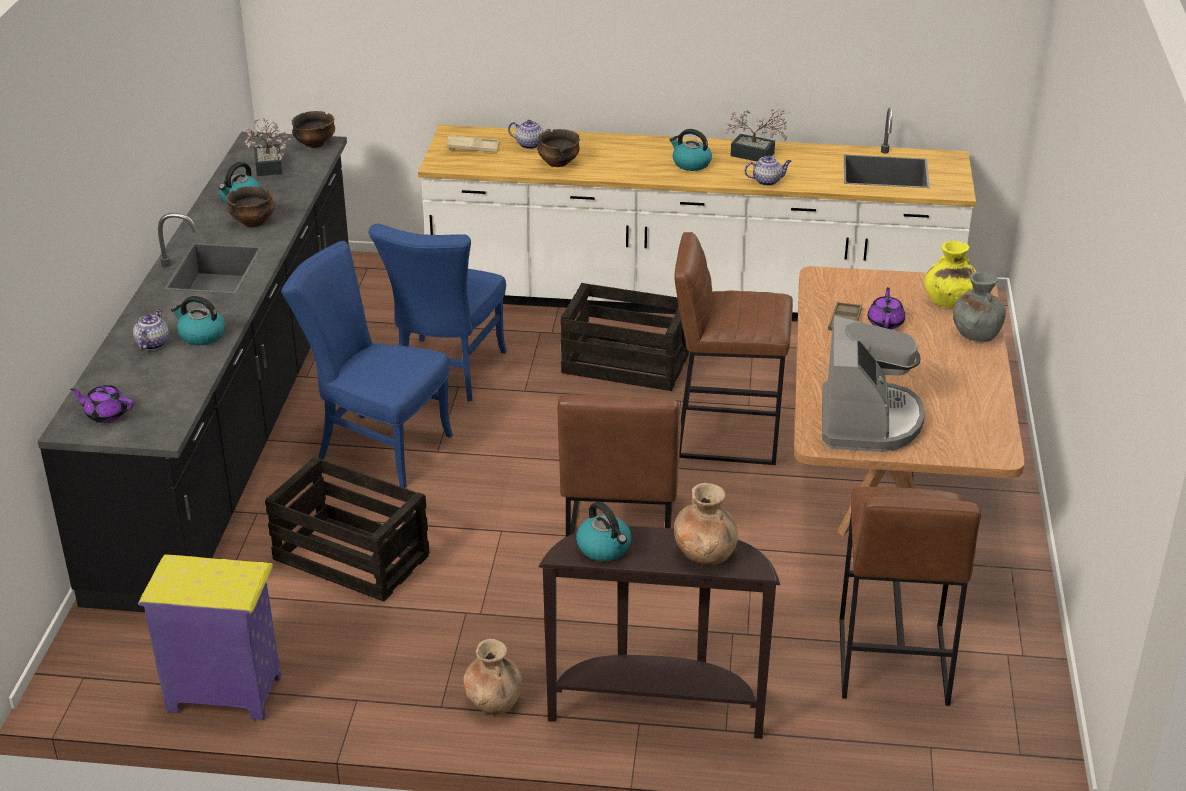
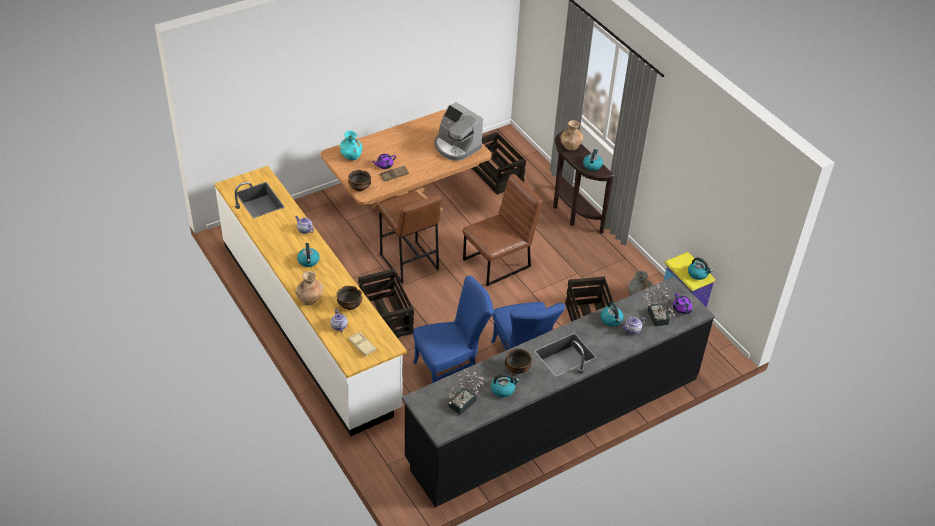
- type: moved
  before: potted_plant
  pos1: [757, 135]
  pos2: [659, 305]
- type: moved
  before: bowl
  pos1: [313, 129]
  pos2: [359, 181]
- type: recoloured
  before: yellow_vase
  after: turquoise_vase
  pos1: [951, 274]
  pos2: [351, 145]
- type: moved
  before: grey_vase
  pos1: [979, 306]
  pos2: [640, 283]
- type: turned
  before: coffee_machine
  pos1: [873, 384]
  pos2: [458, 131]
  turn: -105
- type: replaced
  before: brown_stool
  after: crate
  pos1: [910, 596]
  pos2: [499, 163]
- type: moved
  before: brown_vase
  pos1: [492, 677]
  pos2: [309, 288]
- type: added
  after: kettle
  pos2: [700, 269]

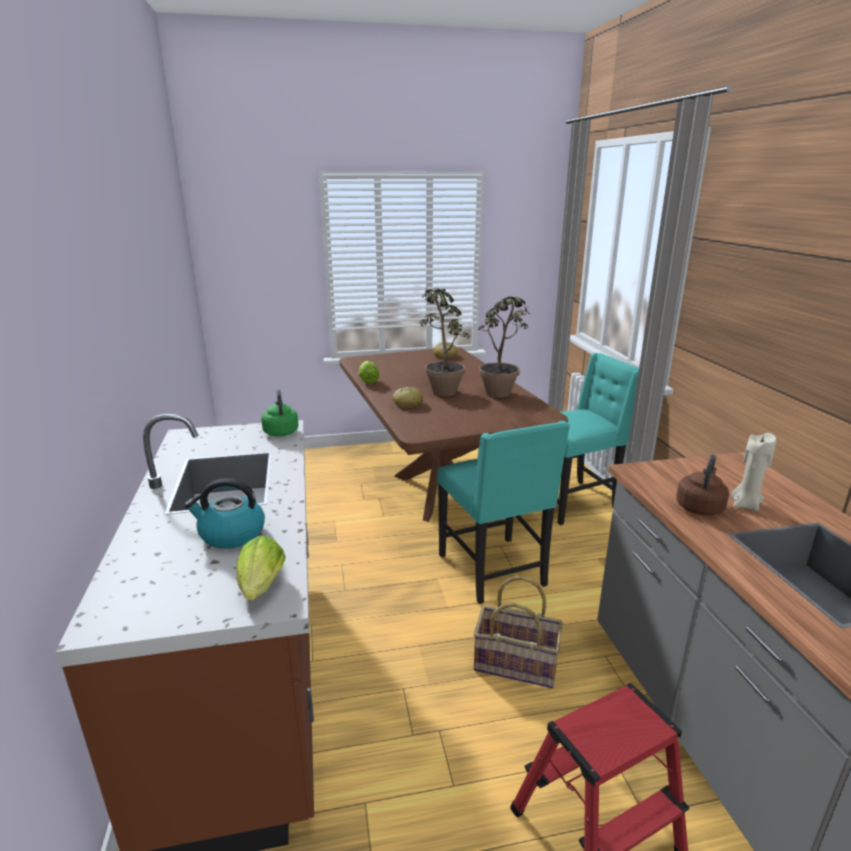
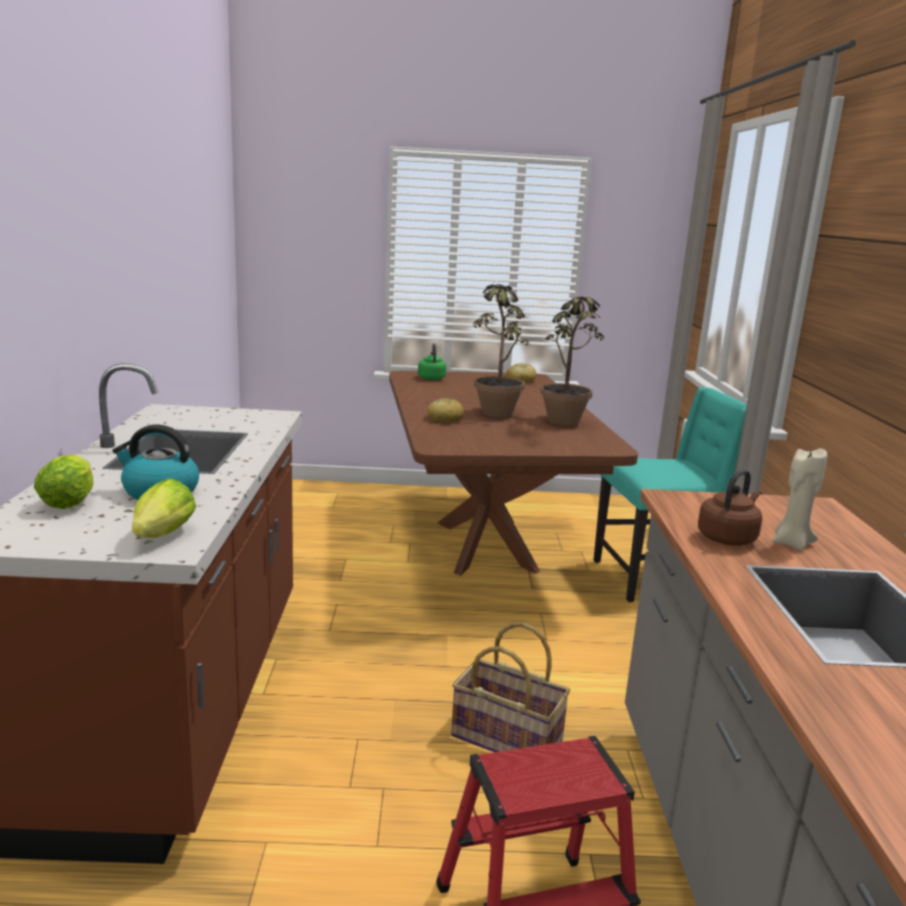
- type: moved
  before: lettuce
  pos1: [369, 372]
  pos2: [63, 482]
- type: moved
  before: green_kettle
  pos1: [280, 413]
  pos2: [432, 361]
- type: removed
  before: turquoise_chair
  pos1: [503, 512]

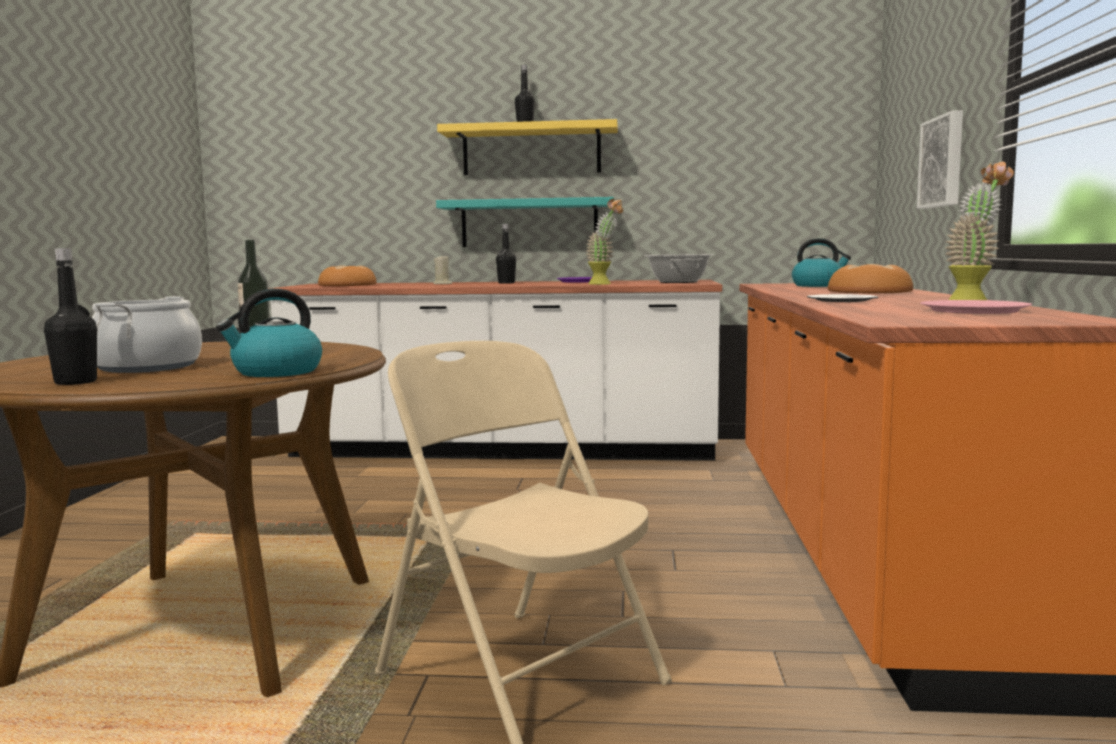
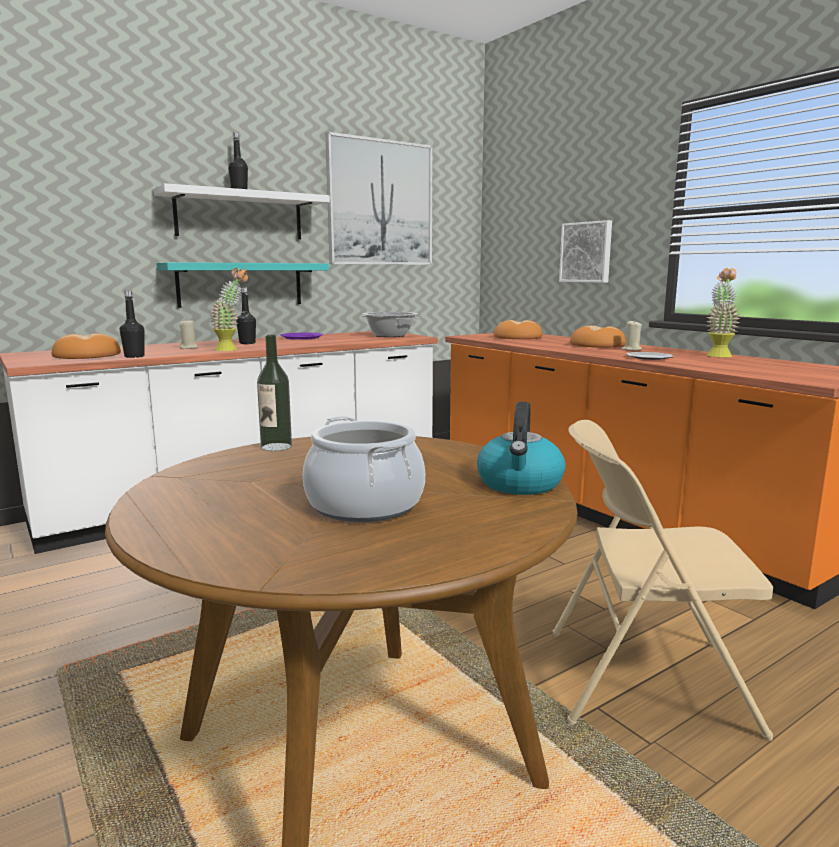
- type: recoloured
  before: yellow_shelf
  after: white_shelf
  pos1: [527, 147]
  pos2: [241, 211]
- type: moved
  before: potted_plant
  pos1: [604, 242]
  pos2: [229, 309]
- type: replaced
  before: kettle
  after: bread
  pos1: [821, 262]
  pos2: [517, 329]
- type: moved
  before: black_bottle
  pos1: [70, 316]
  pos2: [132, 324]
- type: removed
  before: pink_plate
  pos1: [976, 307]
- type: added
  after: picture
  pos2: [378, 198]
- type: added
  after: beige_candle
  pos2: [632, 336]

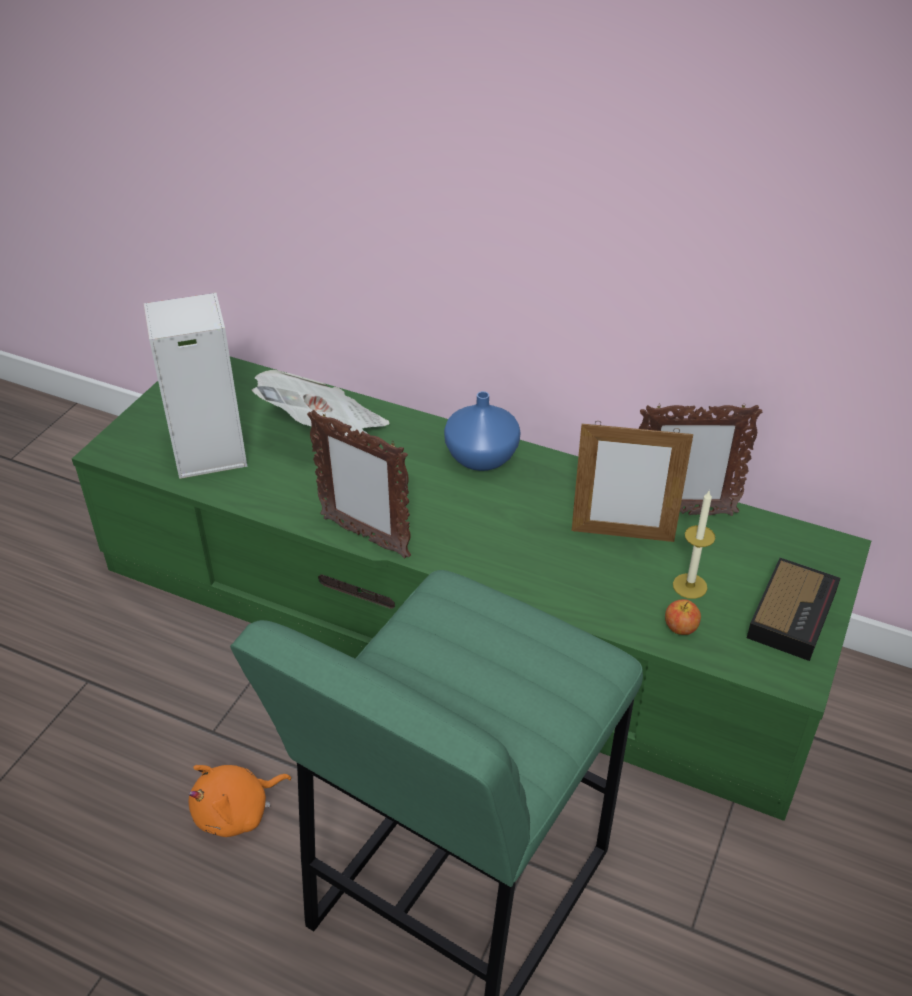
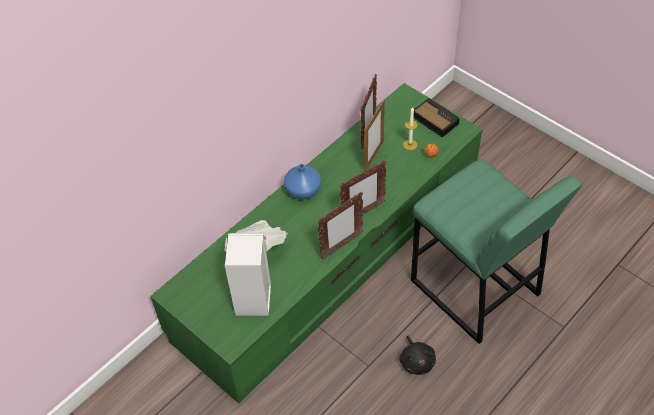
- type: recoloured
  before: orange_plush_toy
  after: black_plush_toy
  pos1: [240, 801]
  pos2: [417, 355]
- type: added
  after: picture_frame
  pos2: [362, 187]

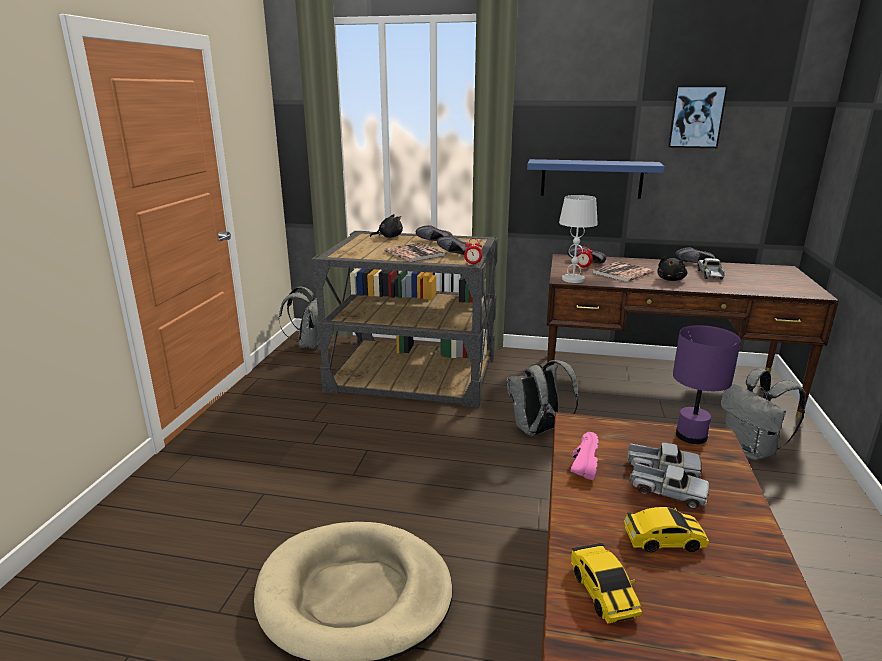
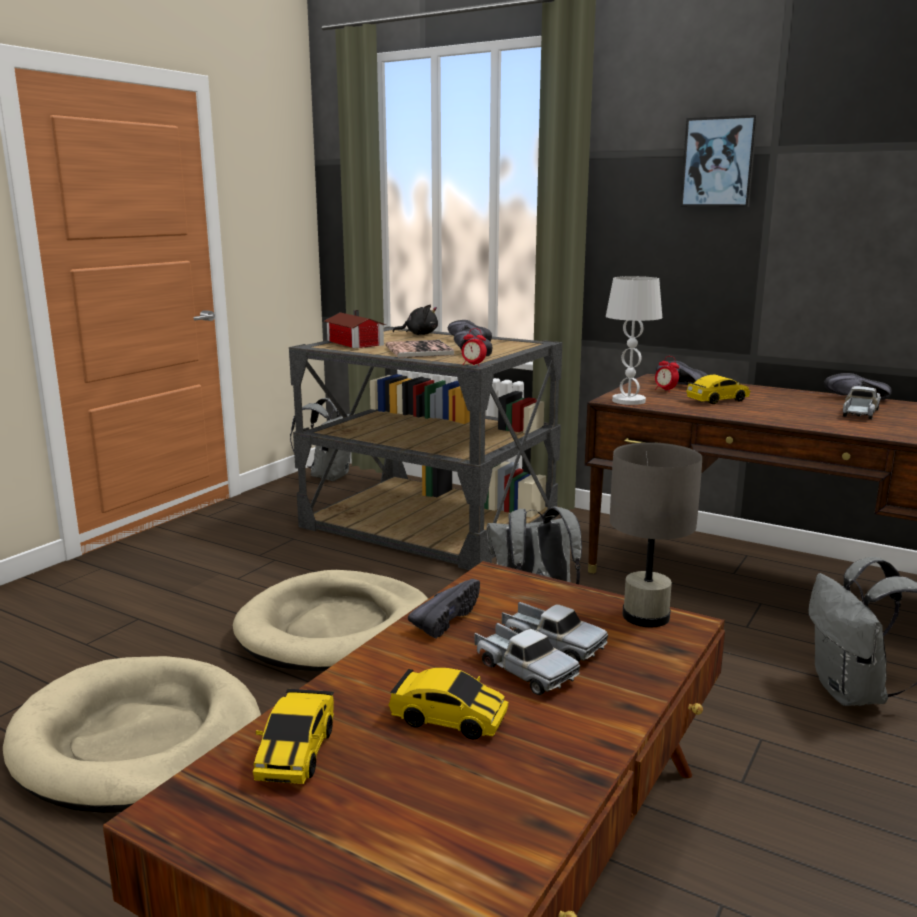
- type: moved
  before: picture
  pos1: [698, 116]
  pos2: [719, 161]
- type: removed
  before: blue_shelf
  pos1: [596, 179]
- type: removed
  before: black_plush_toy
  pos1: [672, 269]
- type: replaced
  before: book
  after: toy_car
  pos1: [623, 272]
  pos2: [718, 389]
- type: recoloured
  before: purple_table_lamp
  after: grey_table_lamp
  pos1: [707, 384]
  pos2: [656, 534]
- type: recoloured
  before: pink_shoe
  after: black_shoe
  pos1: [585, 456]
  pos2: [444, 608]
- type: added
  after: toy_house
  pos2: [355, 329]
- type: added
  after: beige_dog_bed
  pos2: [330, 620]

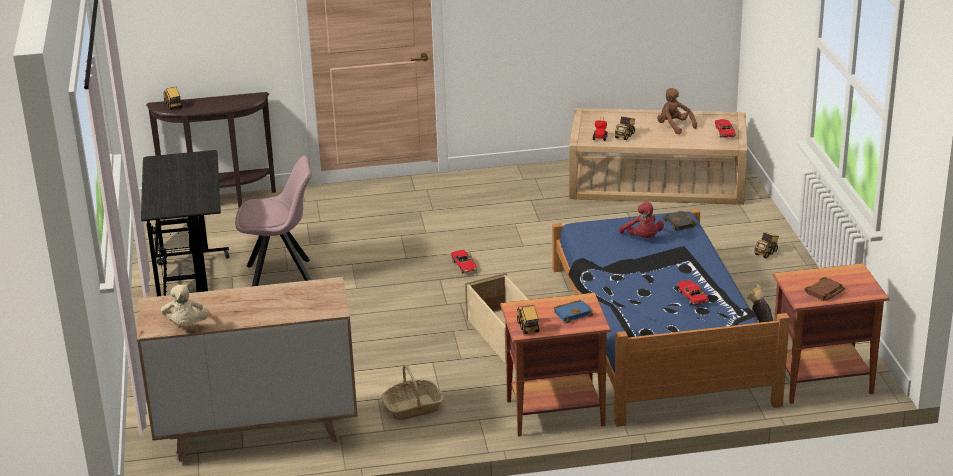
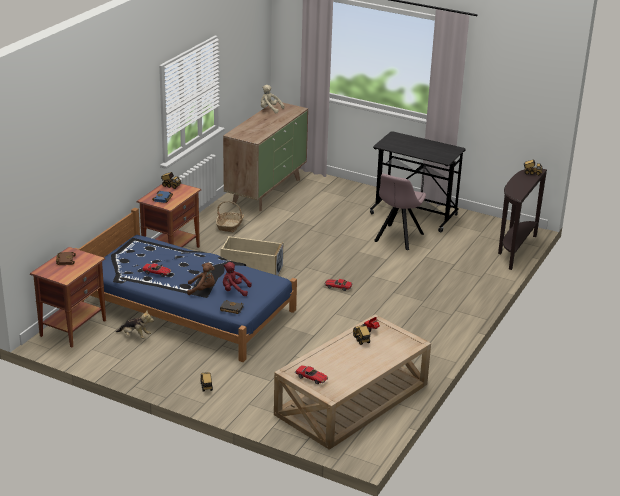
- type: moved
  before: brown_plush_toy
  pos1: [677, 111]
  pos2: [201, 279]

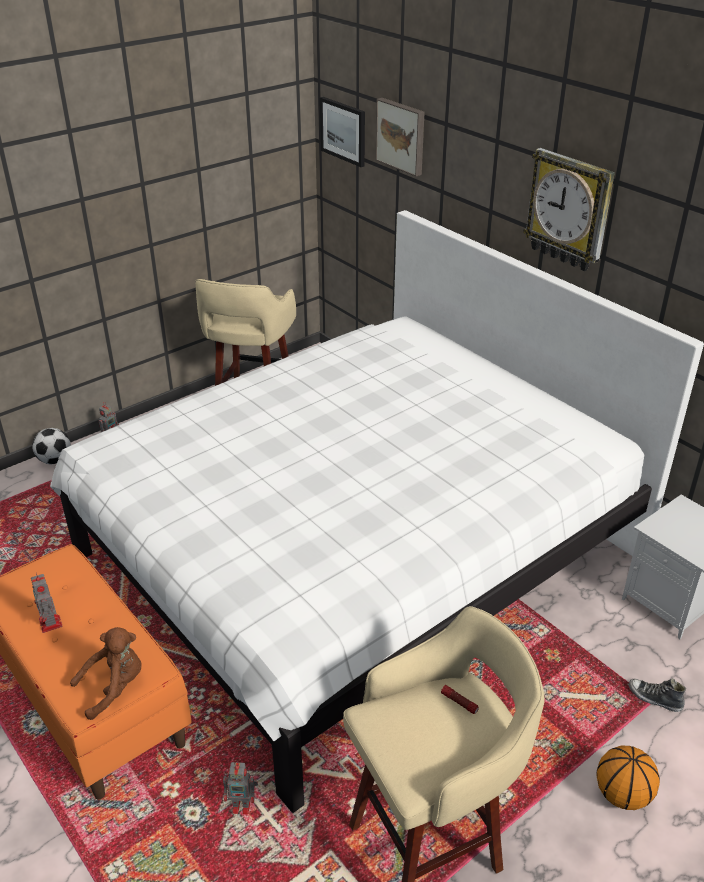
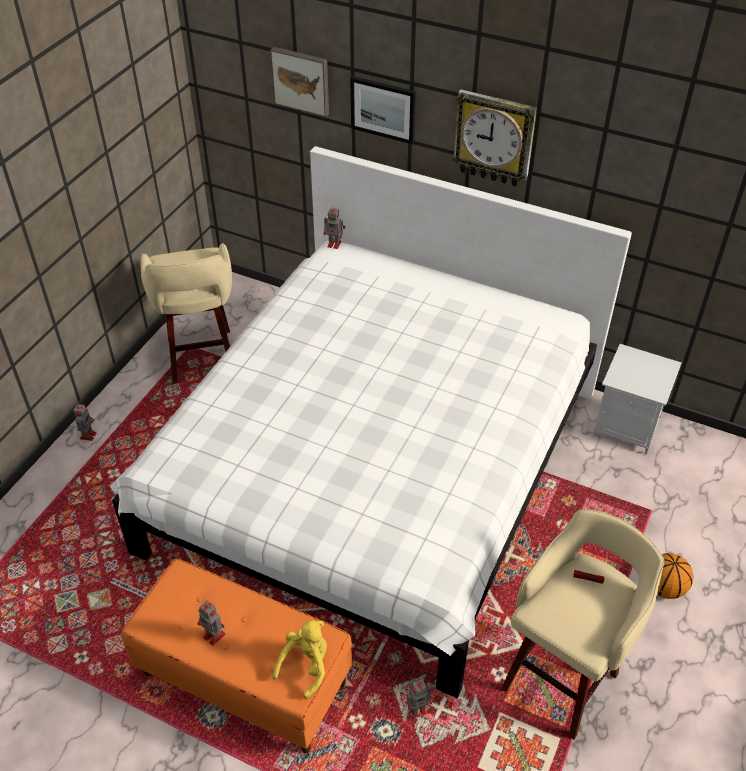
- type: moved
  before: picture
  pos1: [342, 132]
  pos2: [383, 110]
- type: removed
  before: football
  pos1: [51, 446]
- type: recoloured
  before: brown_plush_toy
  after: yellow_plush_toy
  pos1: [106, 673]
  pos2: [299, 659]
- type: removed
  before: shoe
  pos1: [657, 695]
- type: added
  after: toy_robot
  pos2: [334, 228]

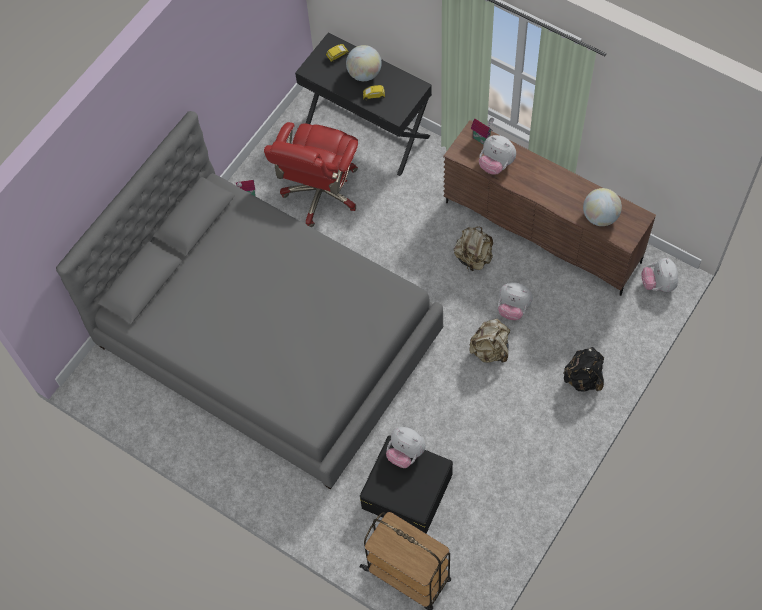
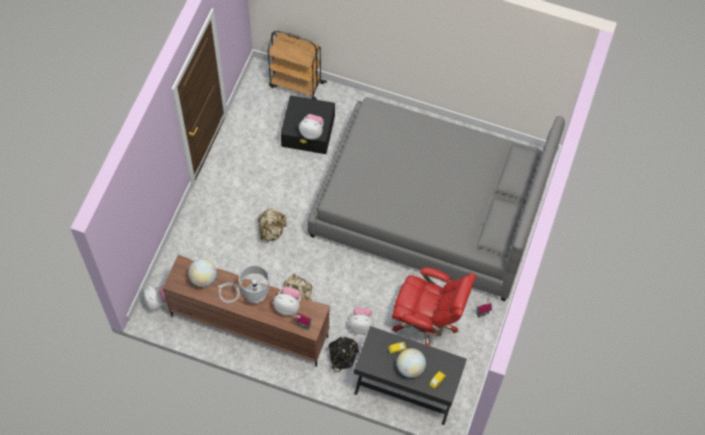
- type: turned
  before: red_office_chair
  pos1: [311, 174]
  pos2: [434, 307]
  turn: 105
- type: moved
  before: plush_toy
  pos1: [515, 301]
  pos2: [361, 320]
- type: moved
  before: black_backpack
  pos1: [584, 369]
  pos2: [344, 354]
- type: added
  after: grey_table_lamp
  pos2: [244, 284]

